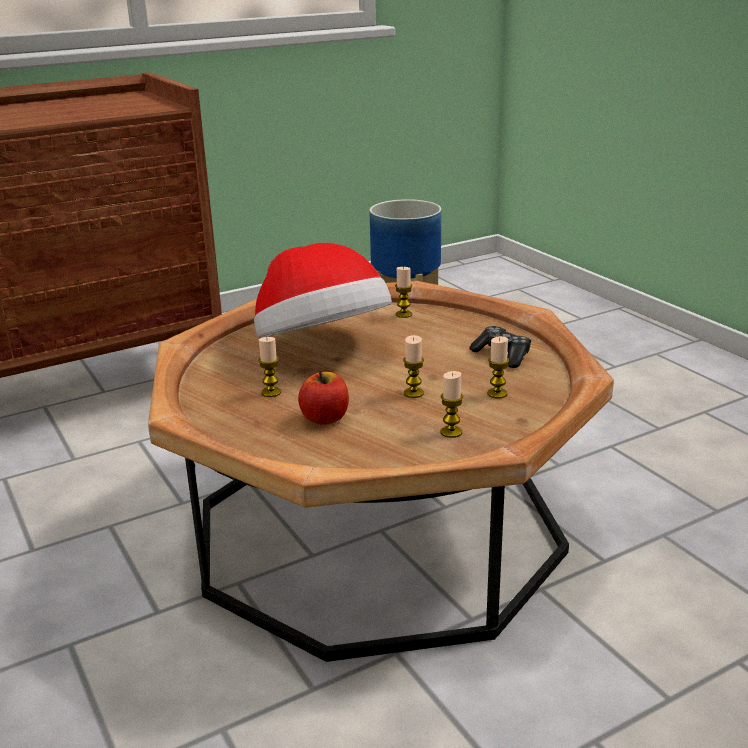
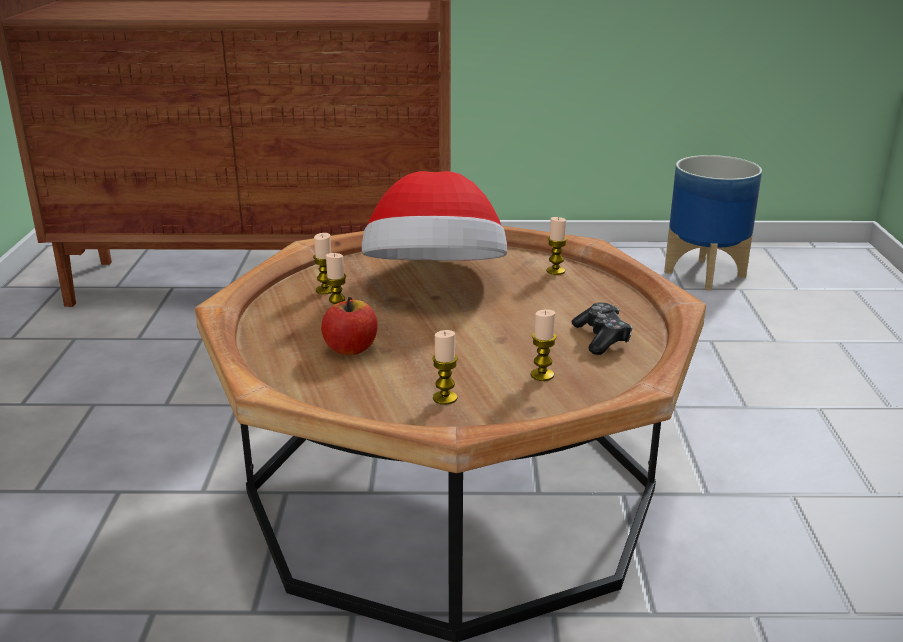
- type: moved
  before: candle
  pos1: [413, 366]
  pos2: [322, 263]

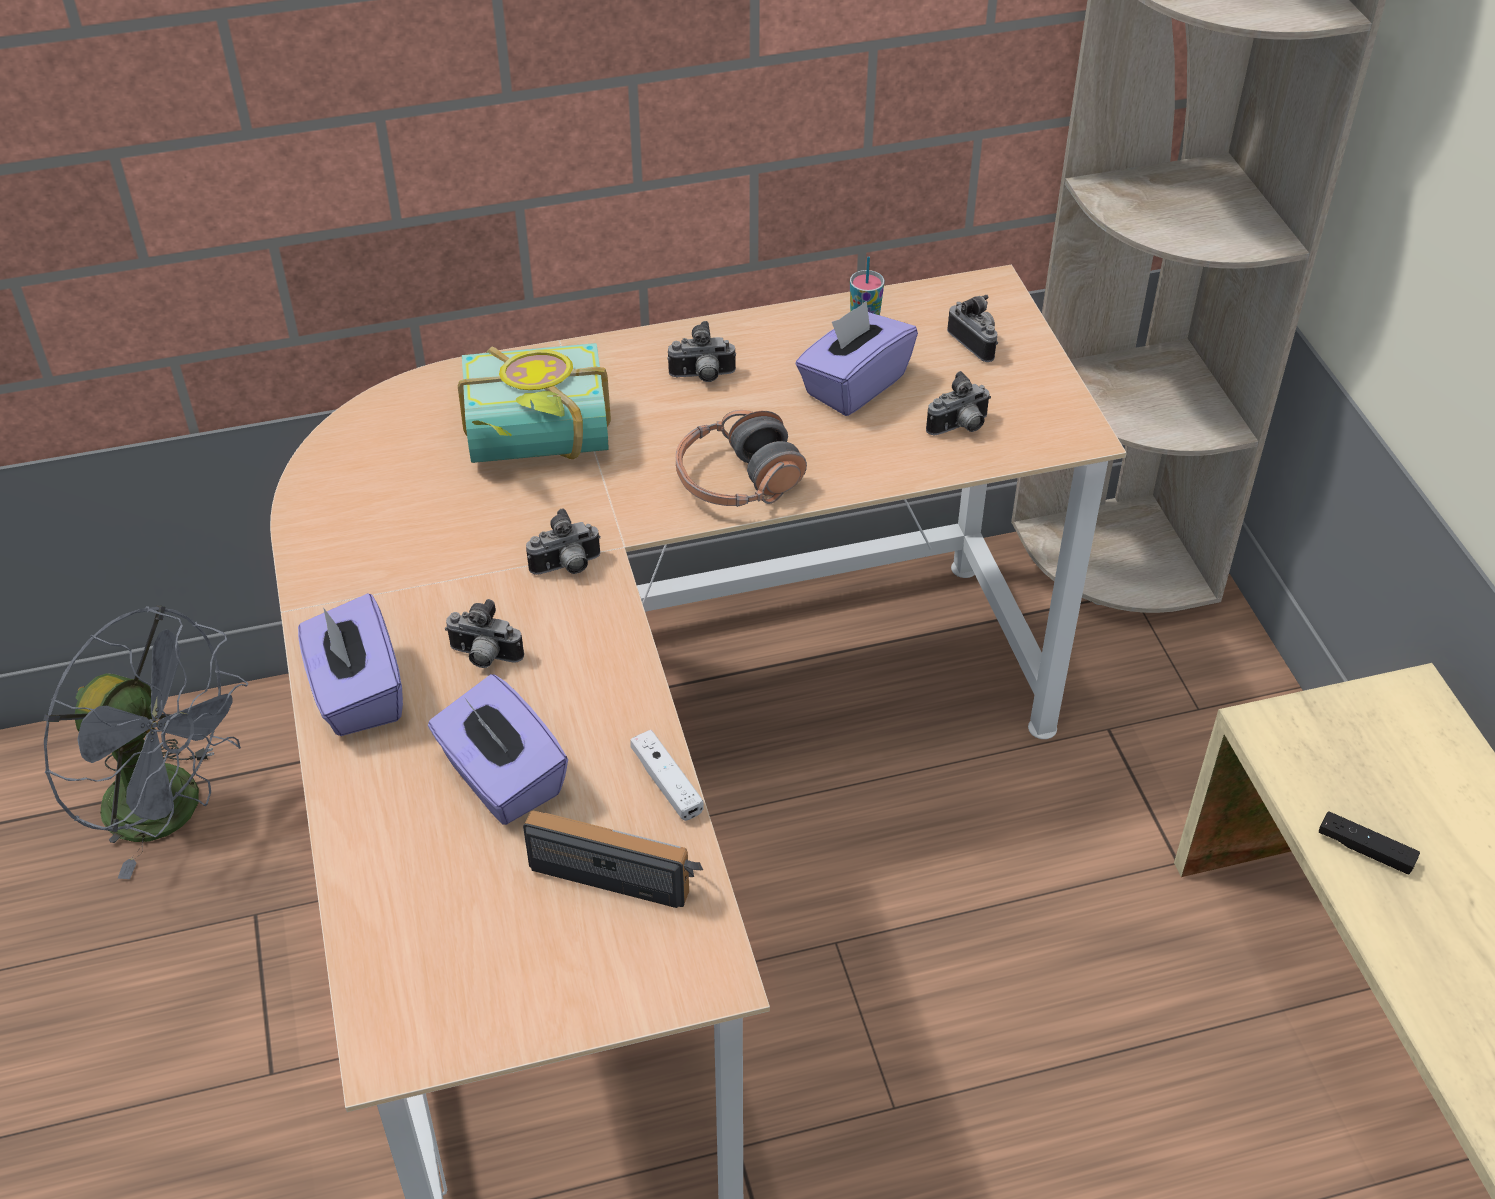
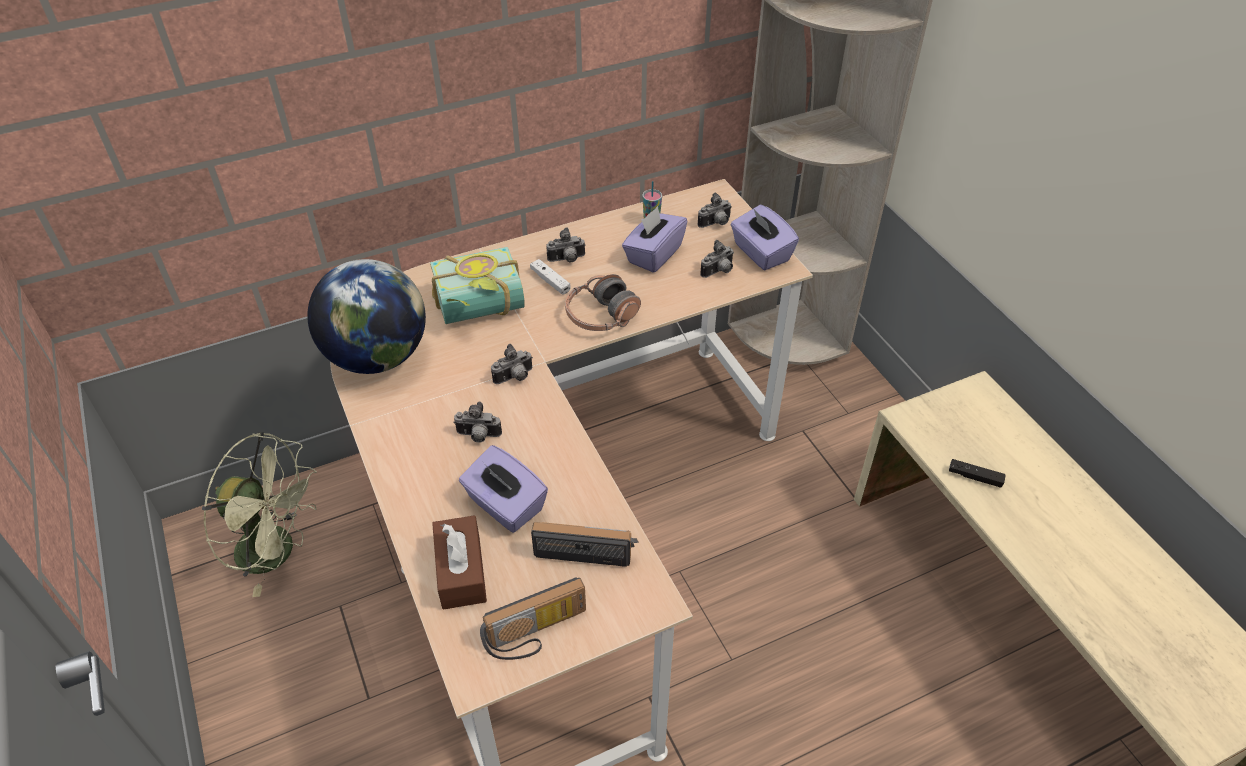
- type: turned
  before: photo_camera
  pos1: [972, 328]
  pos2: [714, 210]
  turn: 105
- type: moved
  before: purple_tissue_box
  pos1: [350, 664]
  pos2: [765, 237]
- type: recoloured
  before: grey_fan
  after: green_fan
  pos1: [145, 742]
  pos2: [259, 514]
- type: moved
  before: white_game_controller
  pos1: [667, 775]
  pos2: [550, 277]
- type: added
  after: globe
  pos2: [366, 316]
- type: added
  after: brown_tissue_box
  pos2: [459, 562]
- type: added
  after: radio
  pos2: [533, 618]

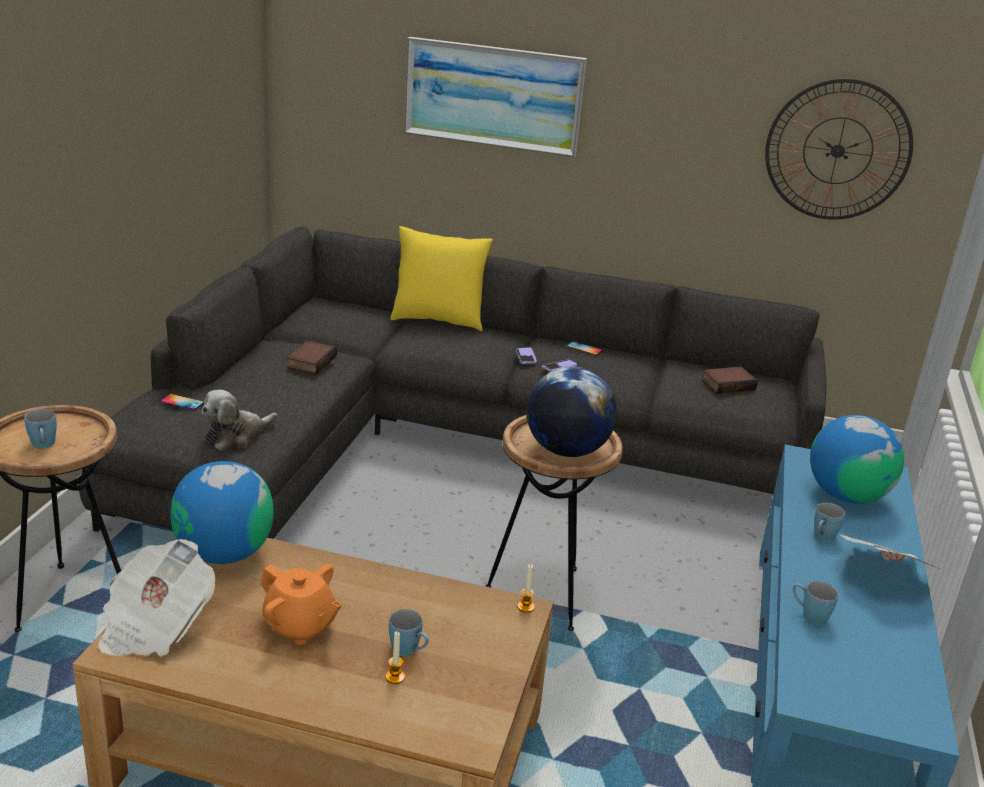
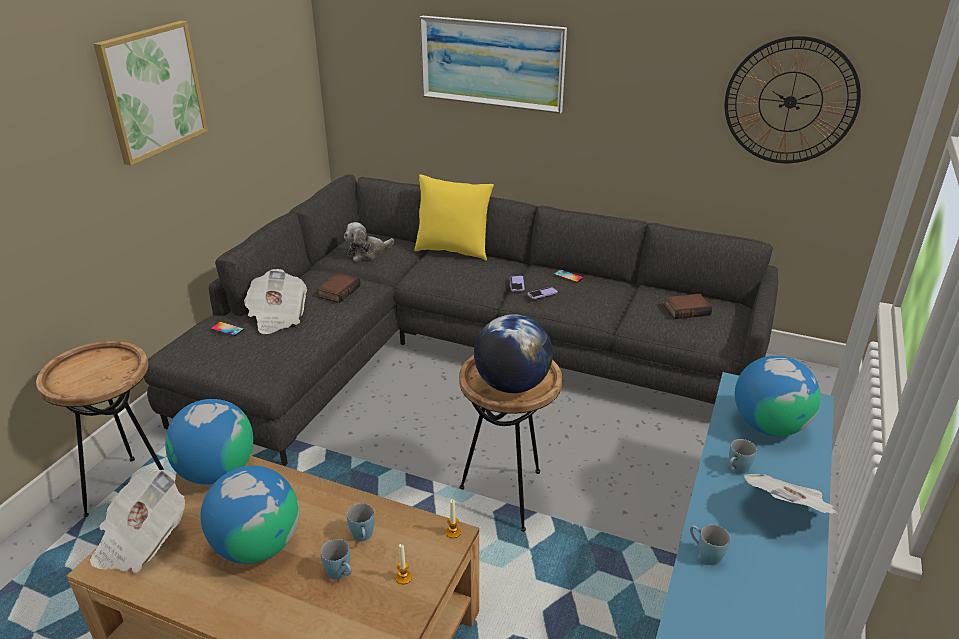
- type: moved
  before: plush_toy
  pos1: [240, 420]
  pos2: [369, 242]
- type: moved
  before: blue_mug
  pos1: [40, 428]
  pos2: [361, 522]
- type: replaced
  before: orange_teapot
  after: globe
  pos1: [301, 604]
  pos2: [249, 515]
- type: moved
  before: candle
  pos1: [395, 658]
  pos2: [404, 564]
- type: added
  after: picture
  pos2: [151, 93]
- type: added
  after: newspaper
  pos2: [275, 301]

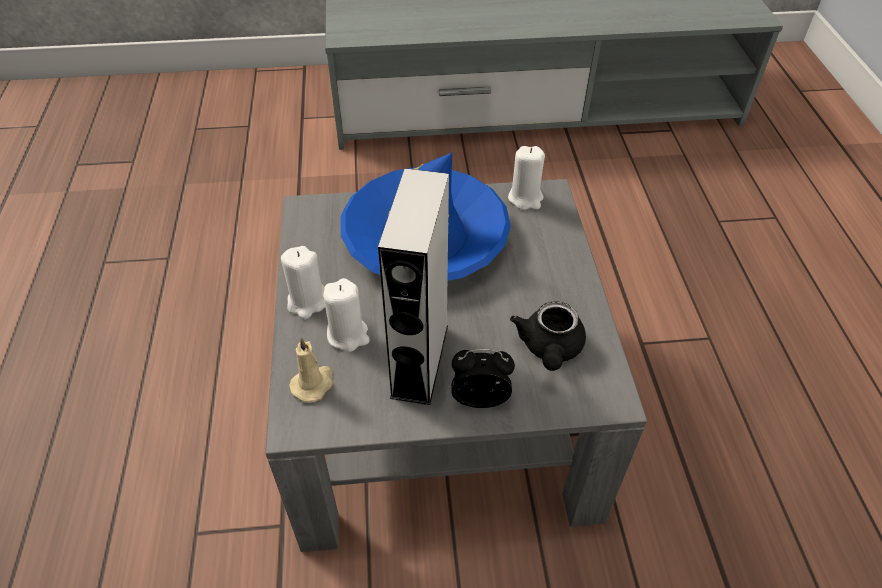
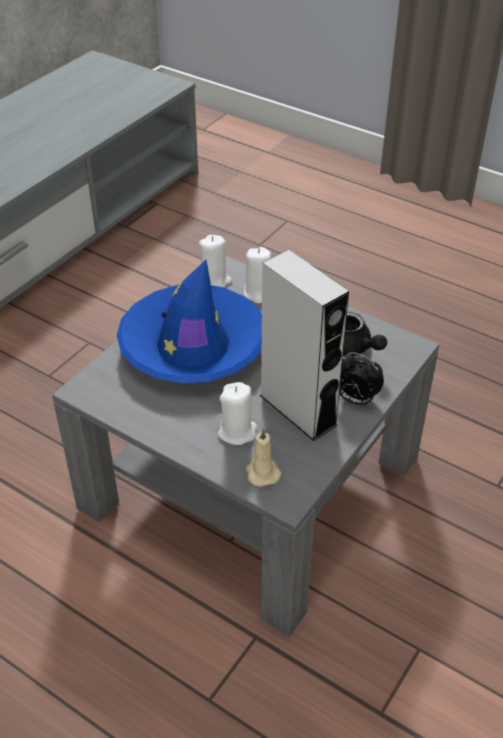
- type: moved
  before: white_candle
  pos1: [303, 282]
  pos2: [257, 275]
- type: turned
  before: alarm_clock
  pos1: [483, 378]
  pos2: [361, 379]
  turn: -105

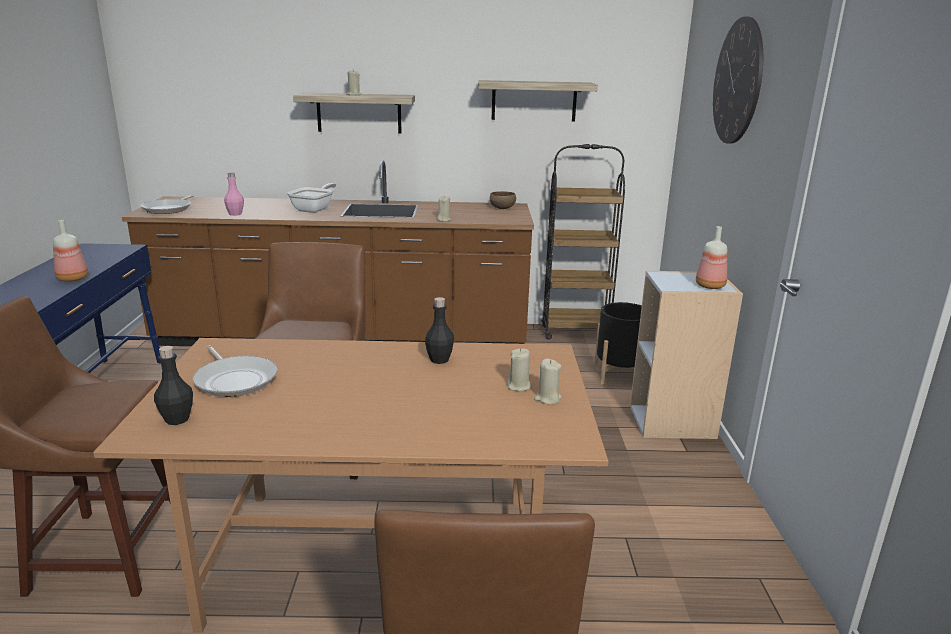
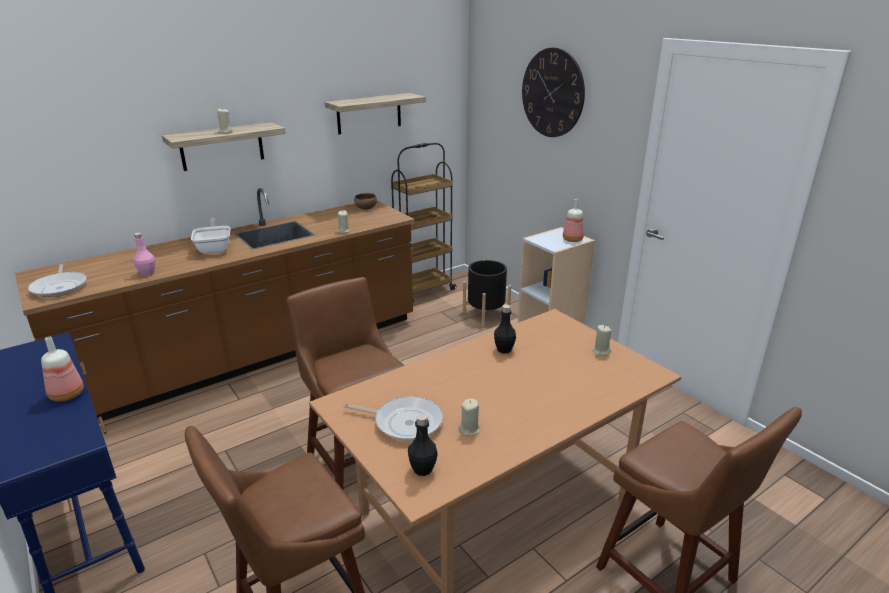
- type: moved
  before: beige_candle
  pos1: [519, 369]
  pos2: [469, 417]

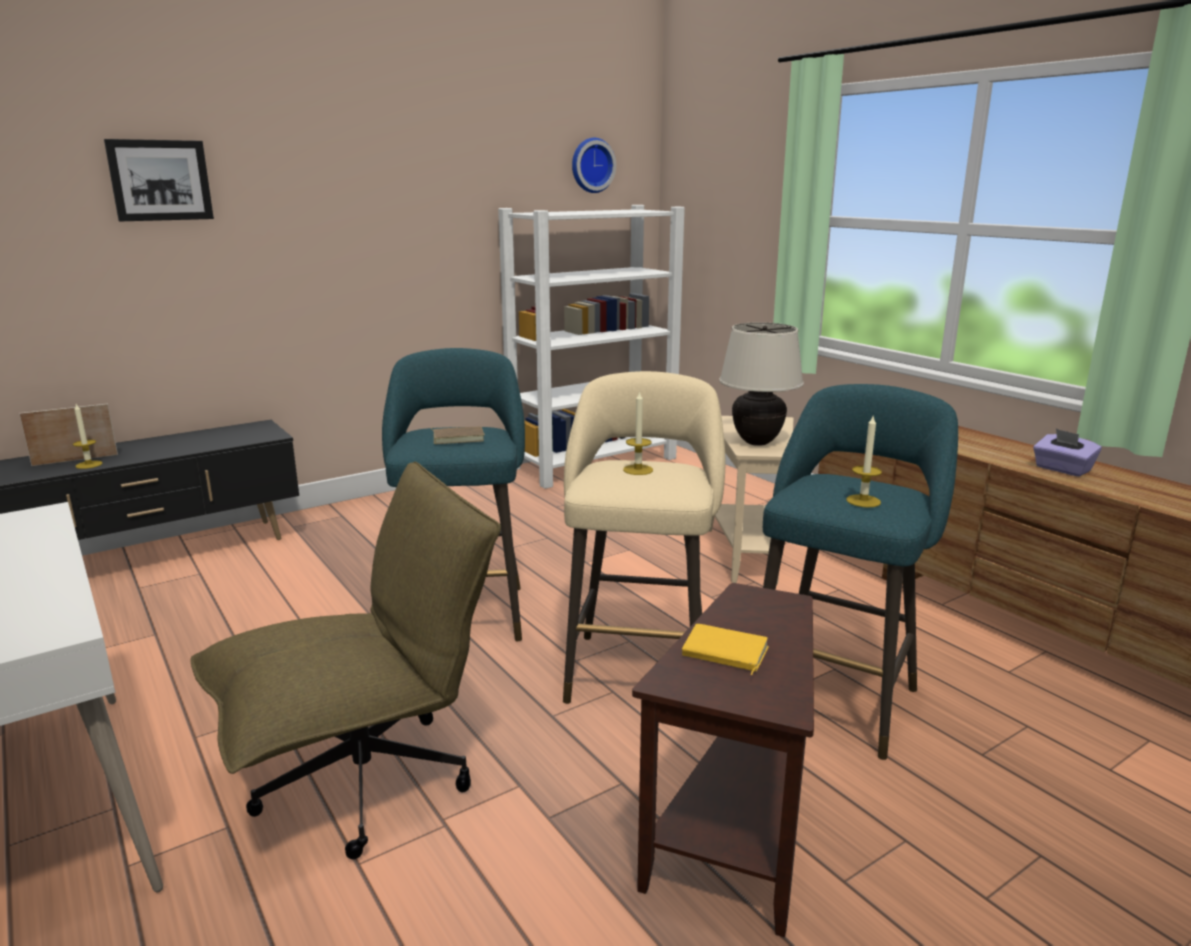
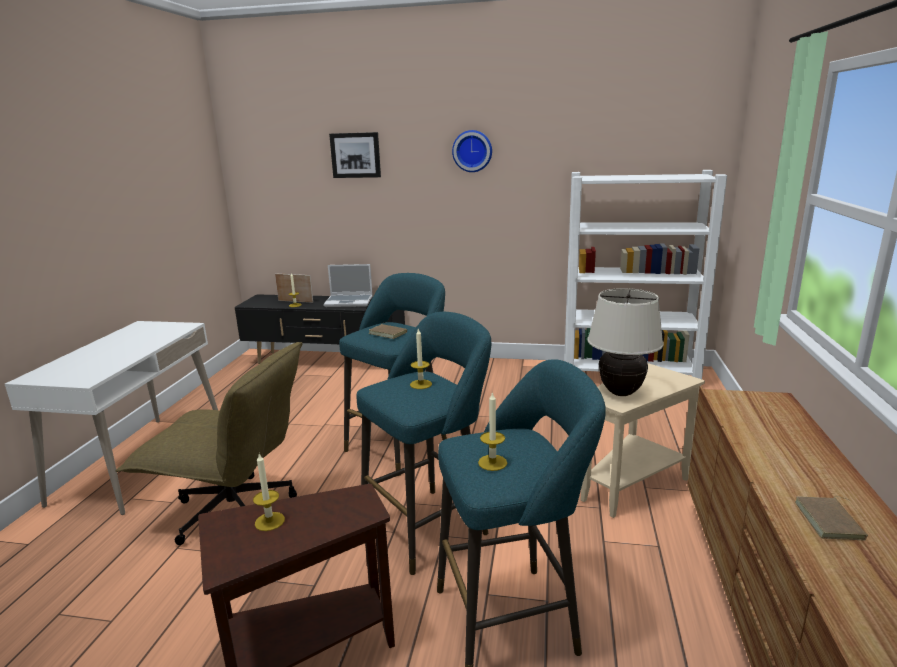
- type: moved
  before: wall_clock
  pos1: [594, 165]
  pos2: [472, 151]
- type: recoloured
  before: beige_stool
  after: turquoise_stool
  pos1: [644, 537]
  pos2: [424, 443]
- type: replaced
  before: purple_tissue_box
  after: brown_book
  pos1: [1067, 453]
  pos2: [831, 518]
- type: replaced
  before: yellow_book
  after: candle
  pos1: [725, 649]
  pos2: [269, 492]
- type: added
  after: laptop
  pos2: [348, 285]

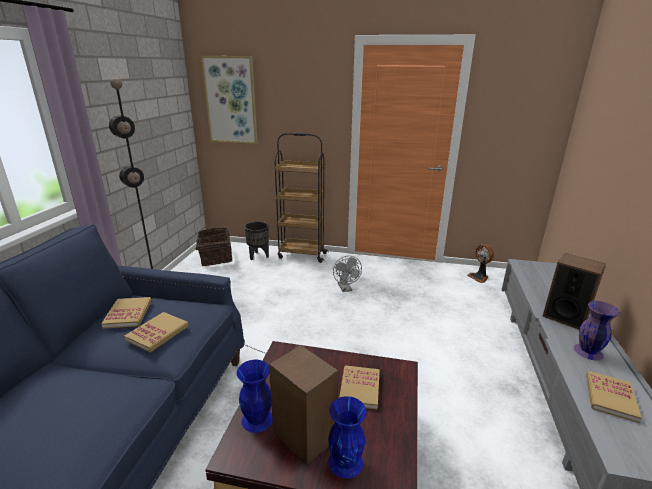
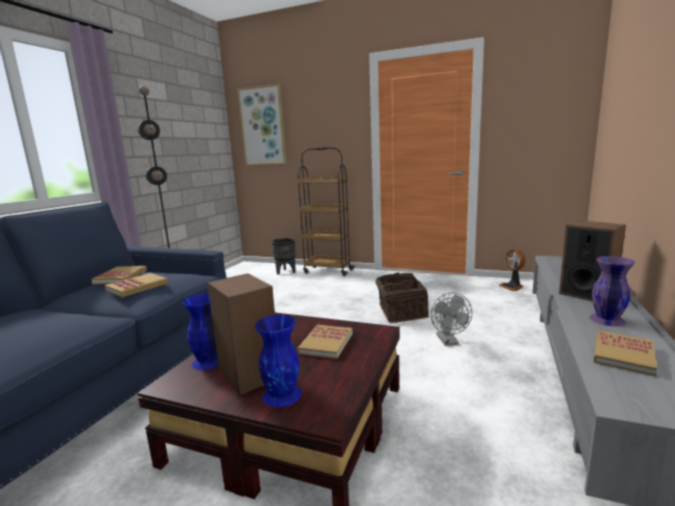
- type: moved
  before: basket
  pos1: [210, 247]
  pos2: [402, 297]
- type: moved
  before: grey_fan
  pos1: [347, 274]
  pos2: [451, 319]

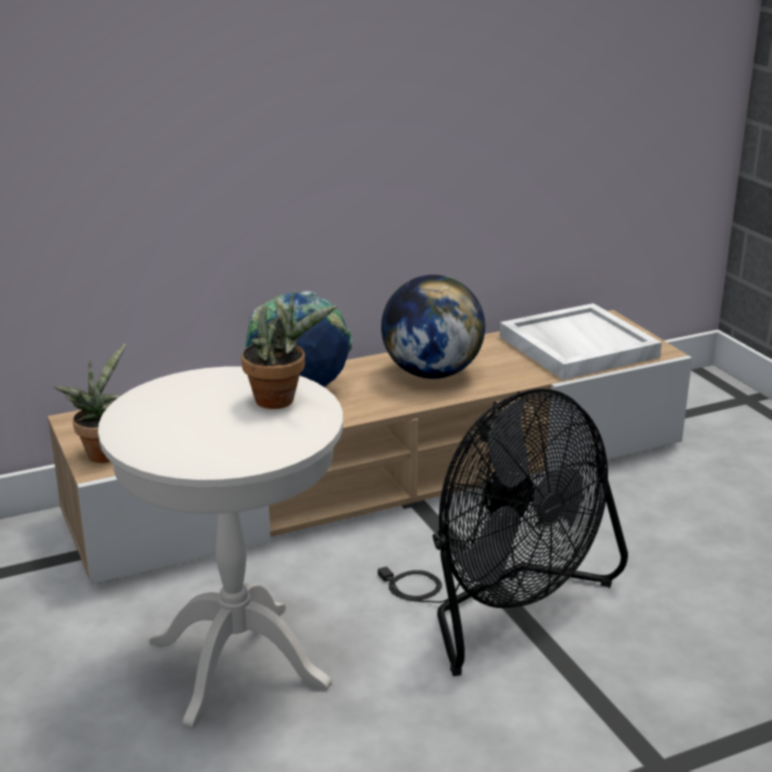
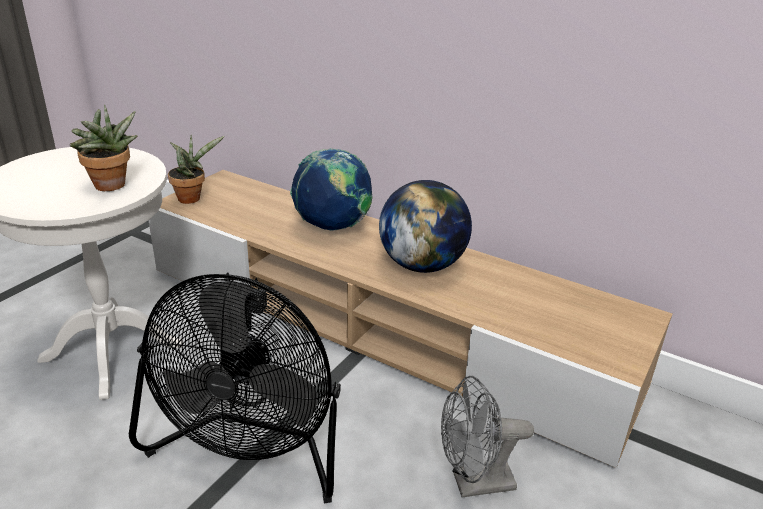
- type: removed
  before: white_tray
  pos1: [581, 341]
- type: added
  after: grey_fan
  pos2: [487, 437]

